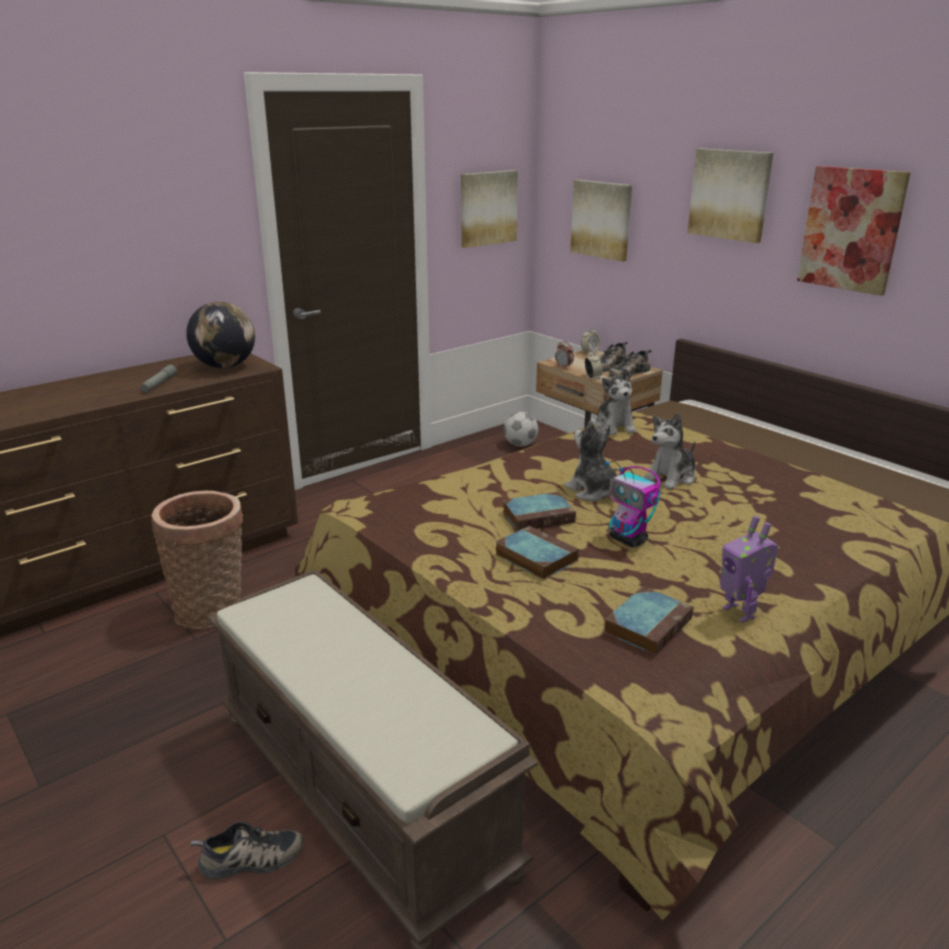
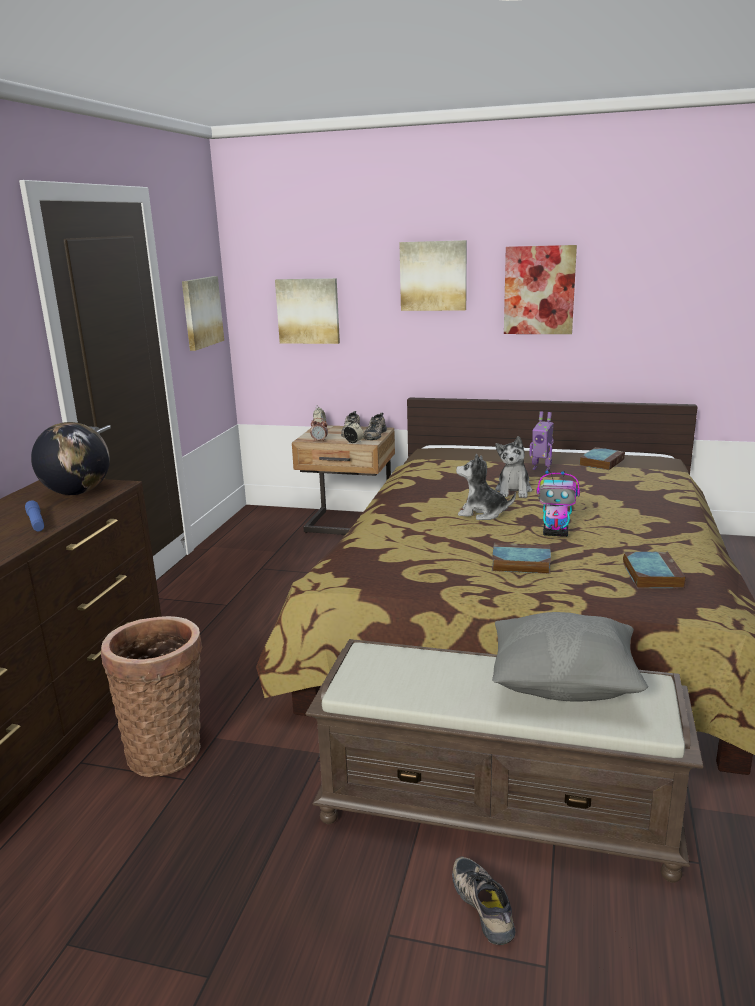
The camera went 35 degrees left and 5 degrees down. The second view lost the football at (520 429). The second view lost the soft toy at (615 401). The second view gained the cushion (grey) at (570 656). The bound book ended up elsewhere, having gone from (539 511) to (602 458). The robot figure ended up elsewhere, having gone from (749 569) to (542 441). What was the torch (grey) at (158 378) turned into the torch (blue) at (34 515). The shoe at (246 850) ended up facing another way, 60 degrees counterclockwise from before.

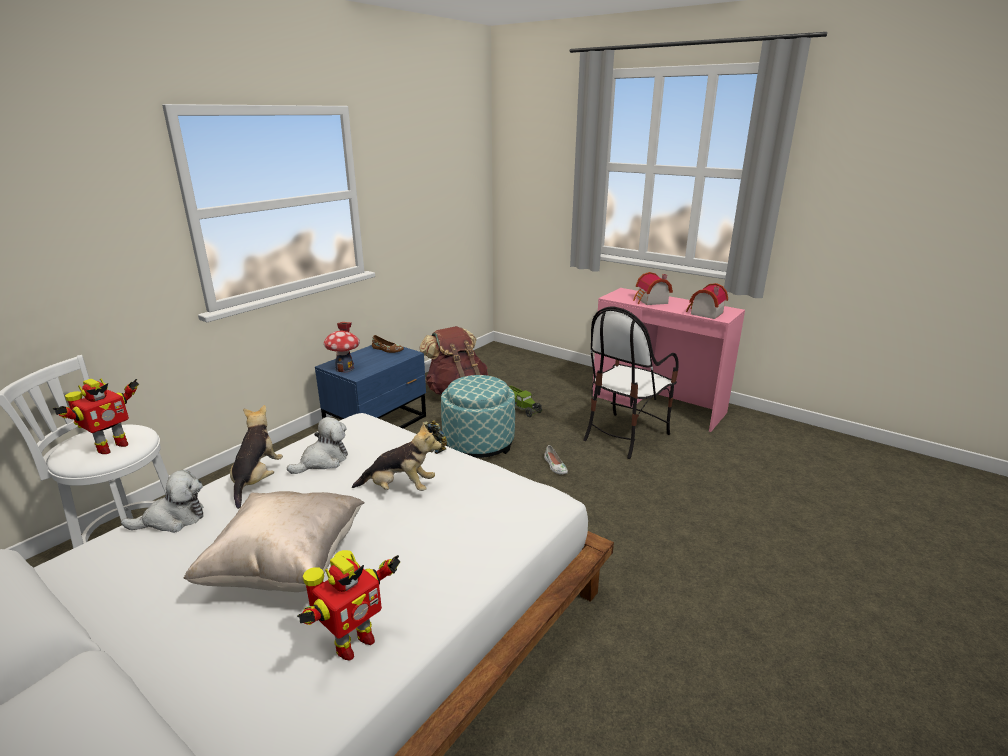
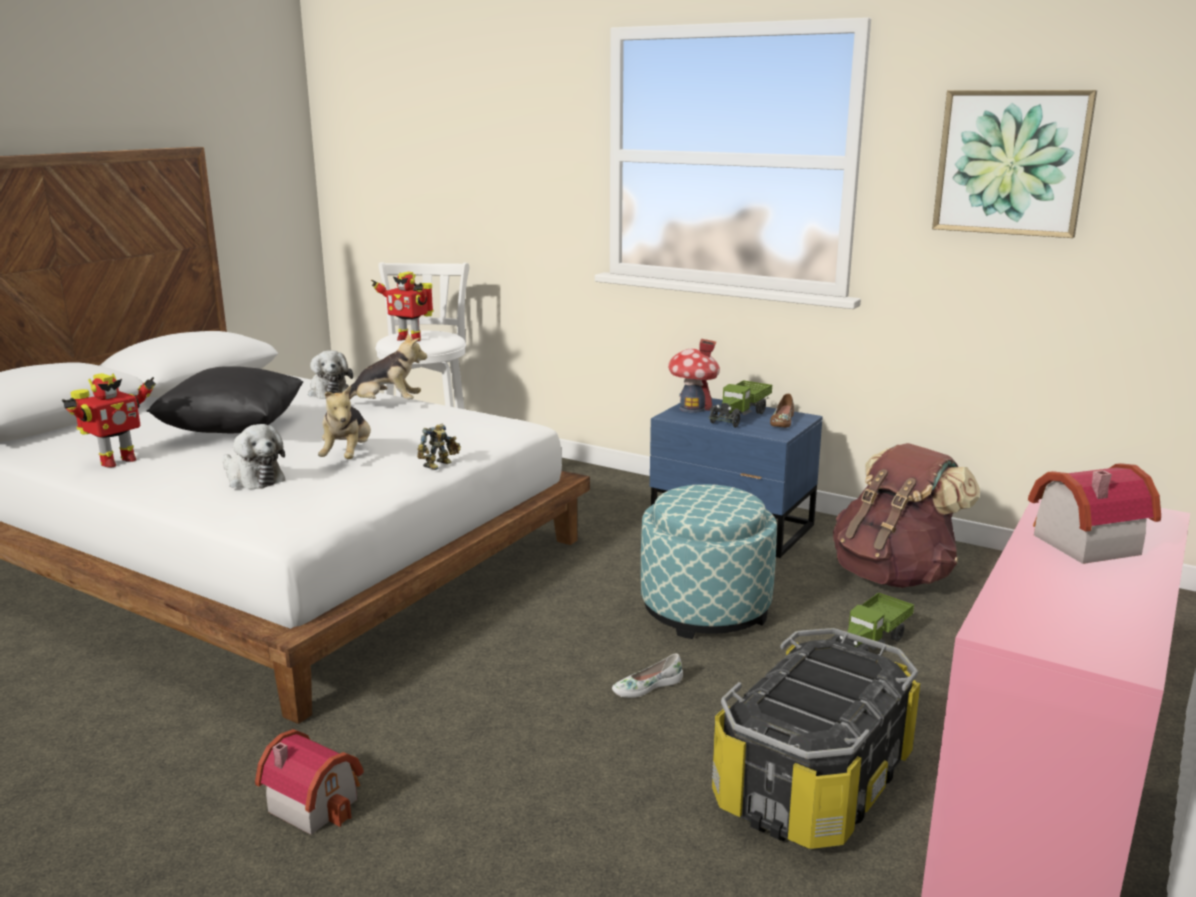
The camera went 85 degrees right and 5 degrees down. The second view gained the model truck at (740 404). The second view gained the wall art at (1014 164). The soft toy ended up elsewhere, having gone from (317 445) to (254 456). The model house ended up elsewhere, having gone from (707 301) to (309 782). Where the upright chair stood at (631 382), the storage box came to stand at (816 738). What was the cushion (beige-coloured) at (274 541) turned into the cushion (black-coloured) at (225 399). The robot figure at (349 605) ended up facing another way, 90 degrees counterclockwise from before.

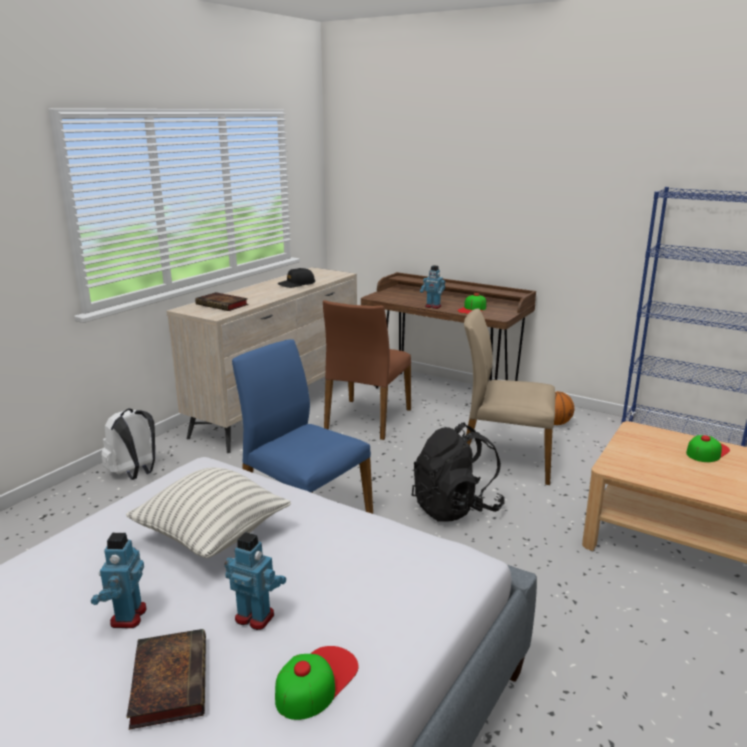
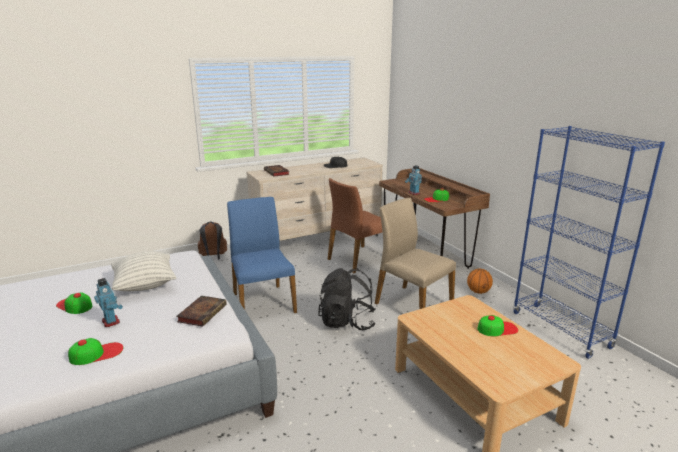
The camera went 30 degrees right and 0 degrees up. The bound book ended up elsewhere, having gone from (166 679) to (201 311). Where the robot figure stood at (119 580), the baseball cap came to stand at (74 303). What was the backpack (white) at (129 444) turned into the backpack (brown-coloured) at (212 240).

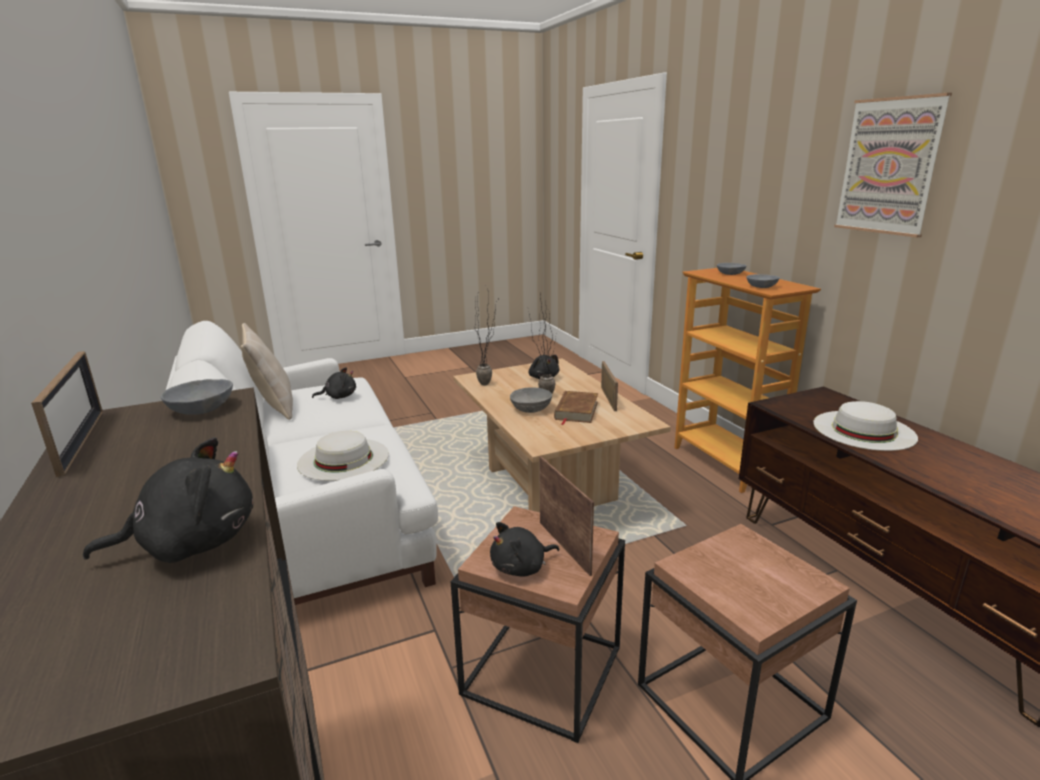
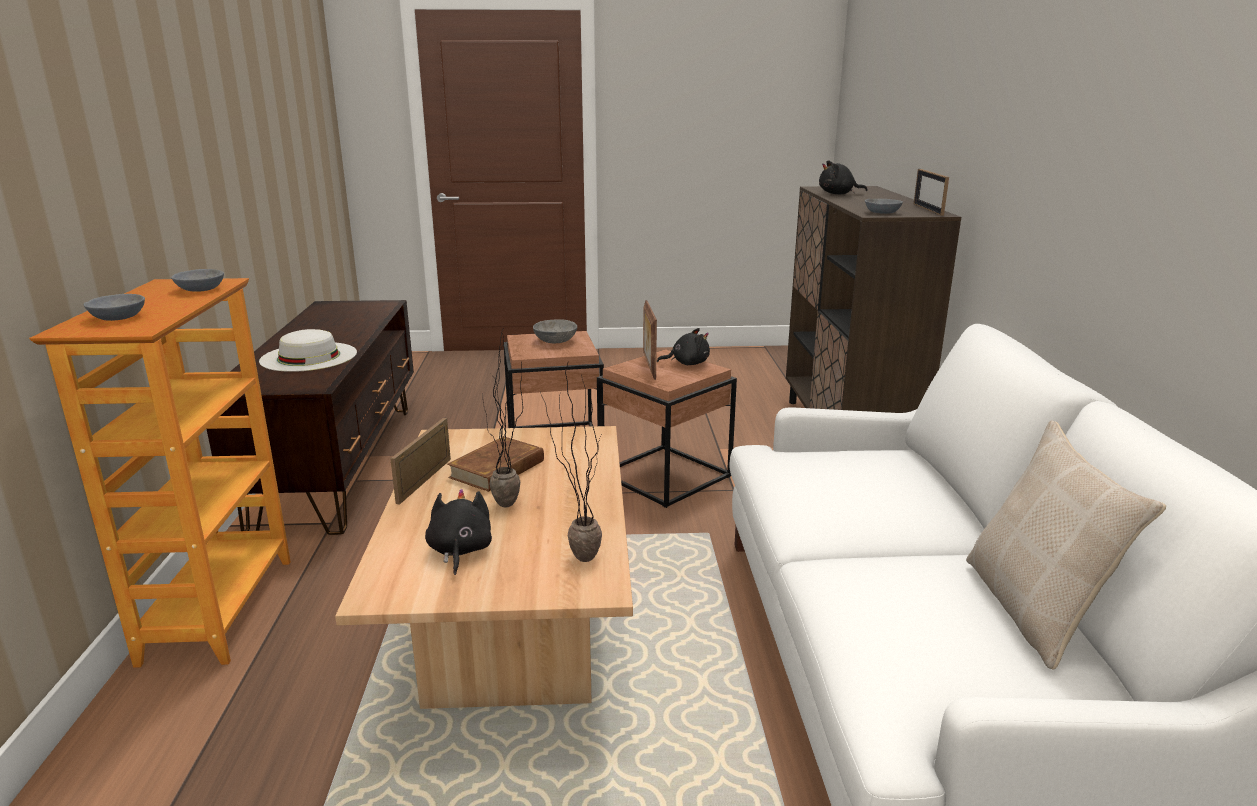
The camera went 160 degrees left and 0 degrees up. The second view lost the wearable hat (white) at (343 456). The second view lost the soft toy (black-coloured) at (334 383). The second view lost the wall art at (893 165). The deep dish (grey) ended up elsewhere, having gone from (531 400) to (555 331).

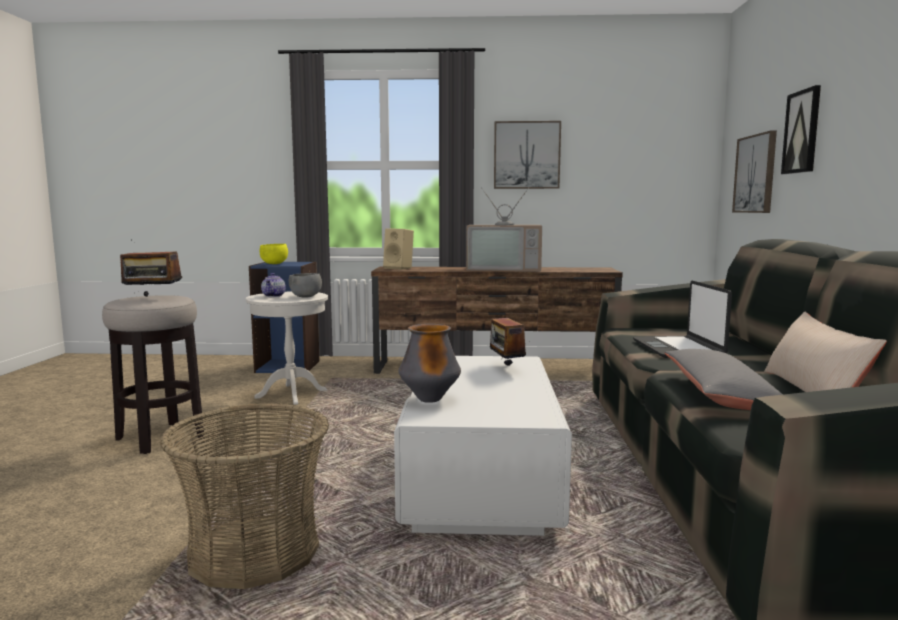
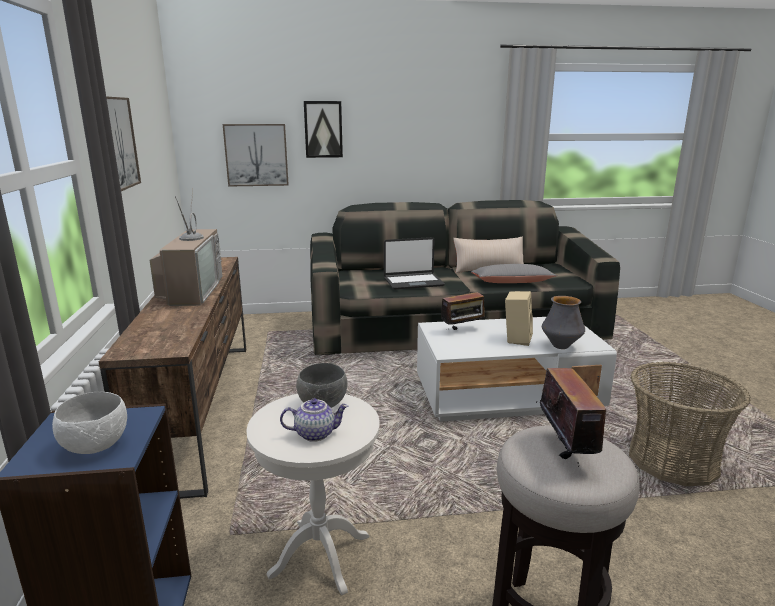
The camera went 100 degrees left and 10 degrees up. The speaker (beige-coloured) ended up elsewhere, having gone from (398 249) to (519 318). What was the deep dish (yellow-coloured) at (274 254) turned into the deep dish (white) at (89 423).

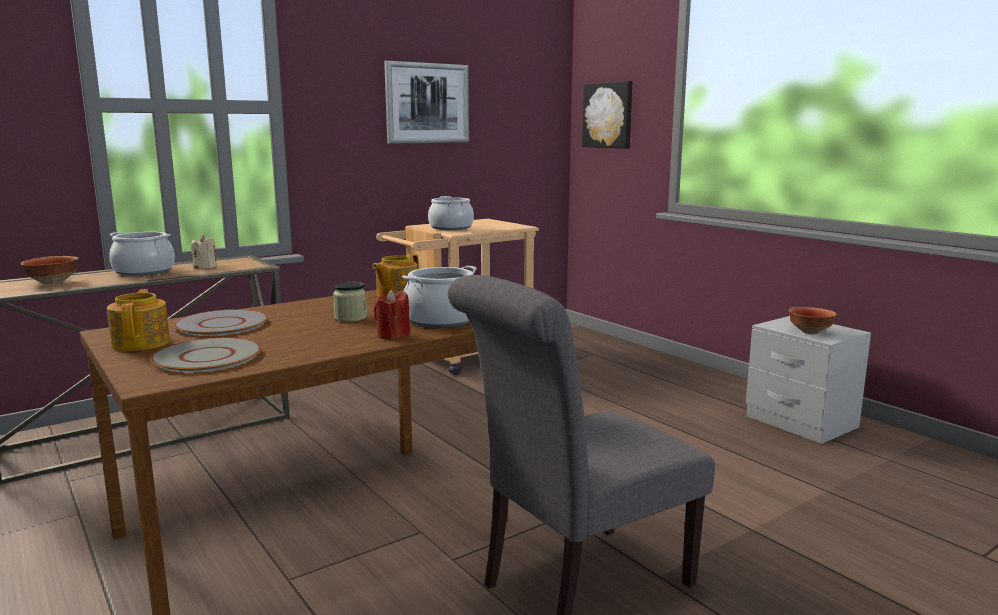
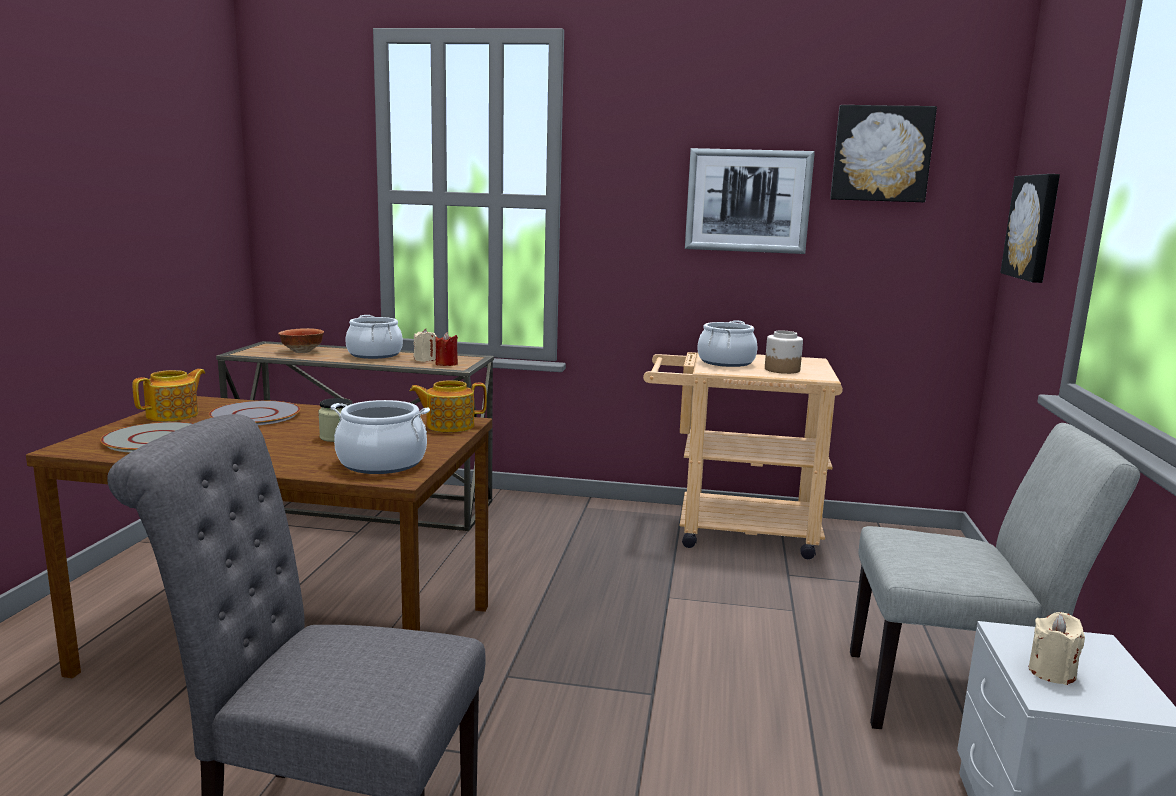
The camera went 45 degrees right and 0 degrees up. The second view gained the storage jar at (784 352). The second view gained the wall art at (883 153). The second view gained the upright chair (grey) at (995 576). The wax light (red) ended up elsewhere, having gone from (392 315) to (446 349). Where the deep dish stood at (813 320), the wax light (beige-coloured) came to stand at (1057 648).

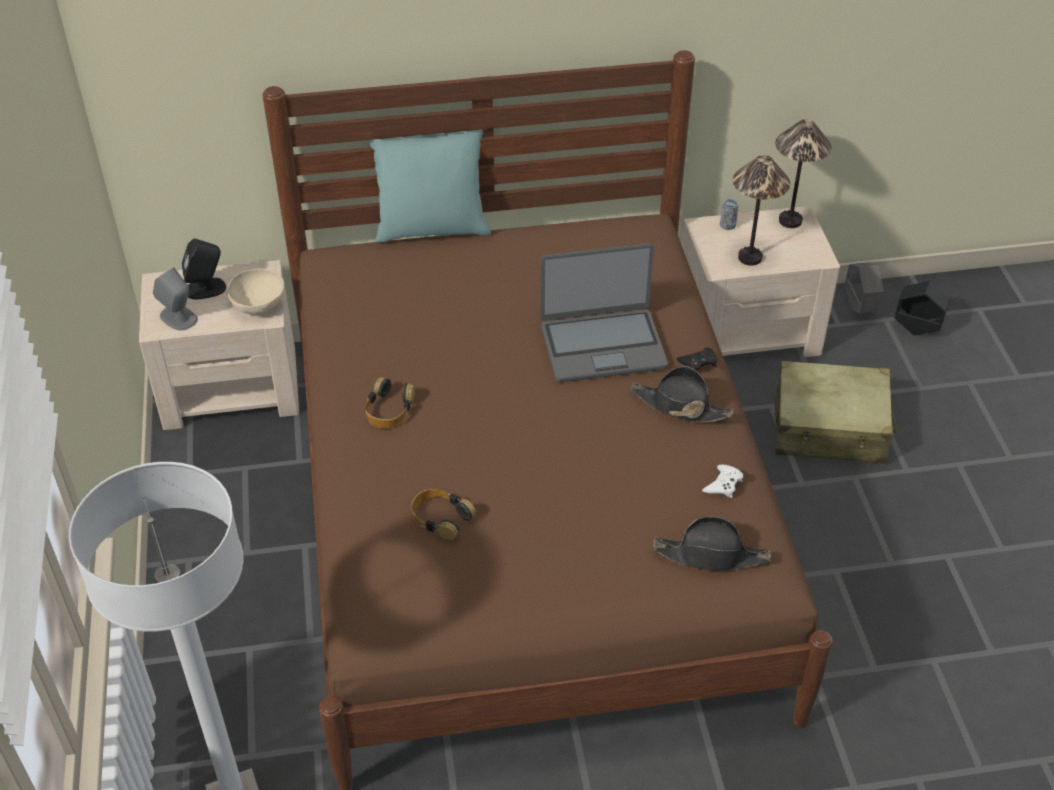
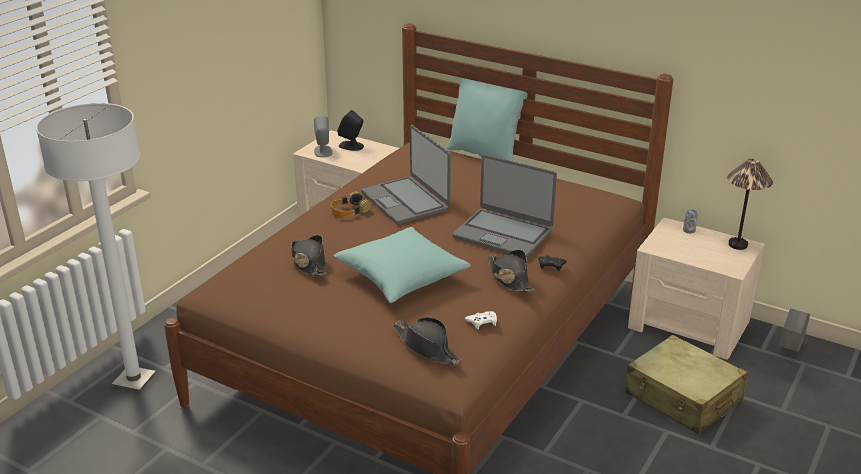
The camera went 40 degrees right and 15 degrees down. The second view lost the deep dish (beige-coloured) at (256 291). The second view lost the table lamp at (761 210). The second view lost the plant pot (black-coloured) at (922 308). The second view gained the cushion (turquoise-coloured) at (402 265). The second view gained the laptop at (406 175). Where the pair of headphones stood at (443 515), the wearable hat (black-coloured) came to stand at (308 255).

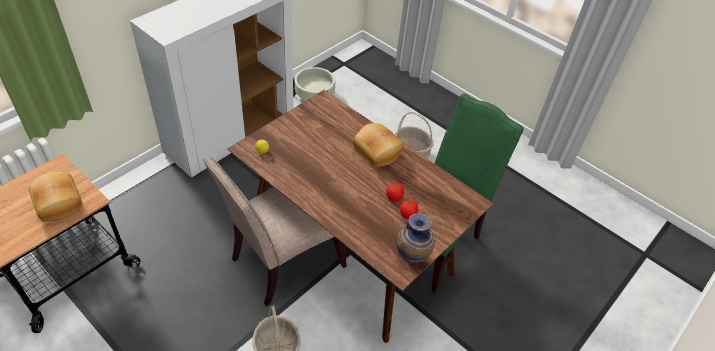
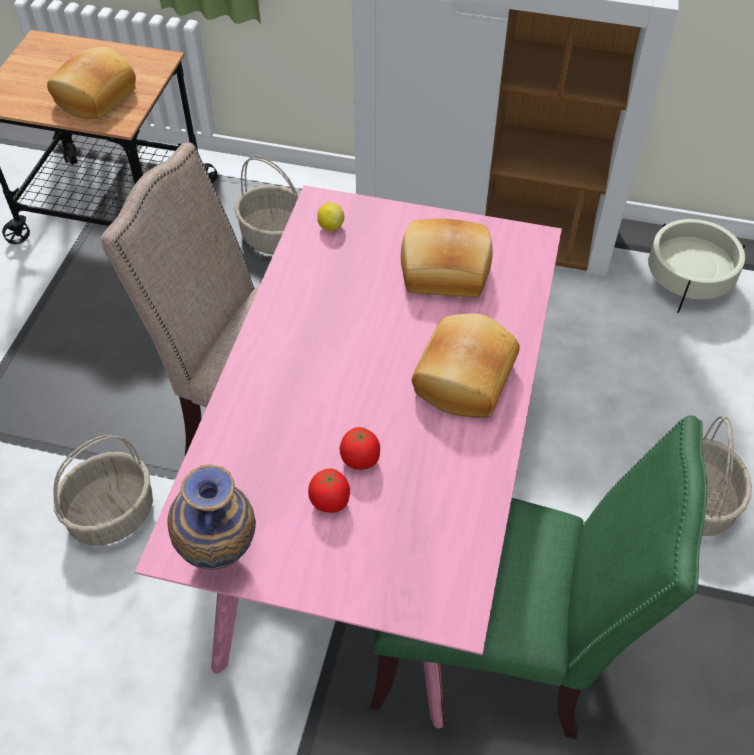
The camera went 65 degrees right and 5 degrees up. The second view gained the basket at (267 205). The second view gained the bakery bread at (446 258). What was the dining table (brown-coloured) at (360 216) turned into the dining table (pink-coloured) at (348 456).

